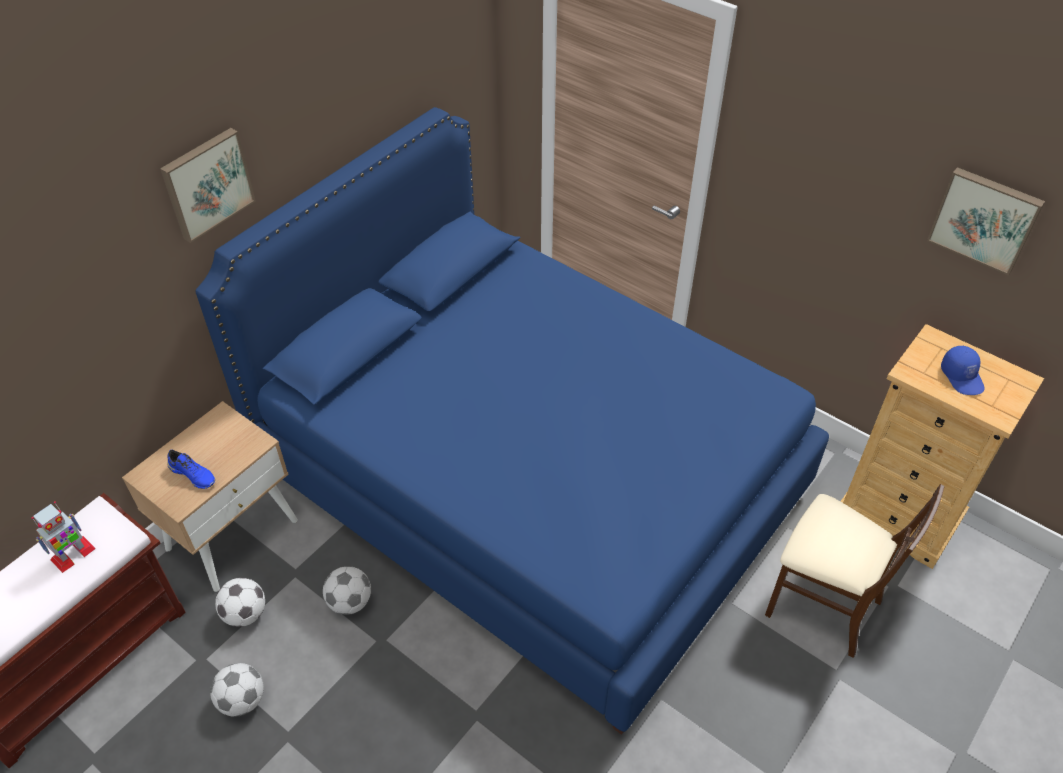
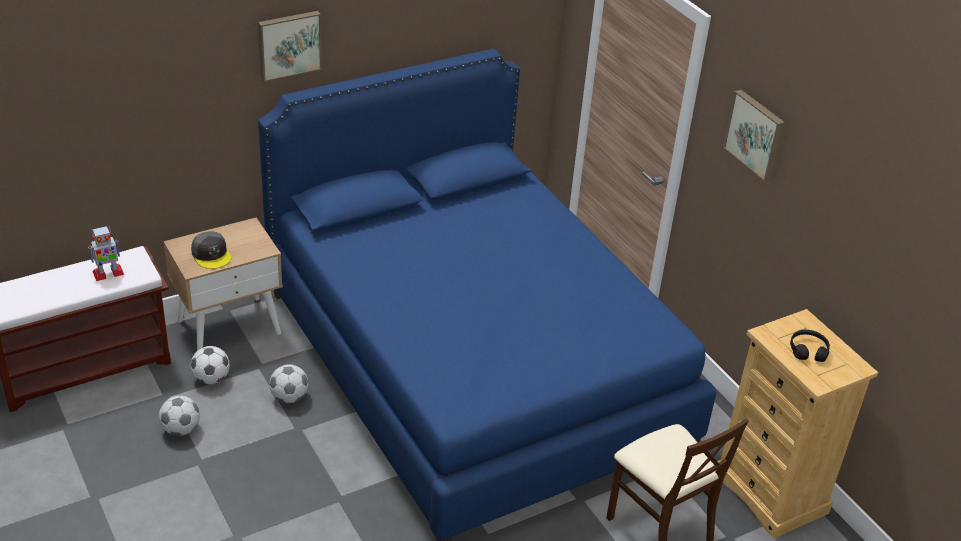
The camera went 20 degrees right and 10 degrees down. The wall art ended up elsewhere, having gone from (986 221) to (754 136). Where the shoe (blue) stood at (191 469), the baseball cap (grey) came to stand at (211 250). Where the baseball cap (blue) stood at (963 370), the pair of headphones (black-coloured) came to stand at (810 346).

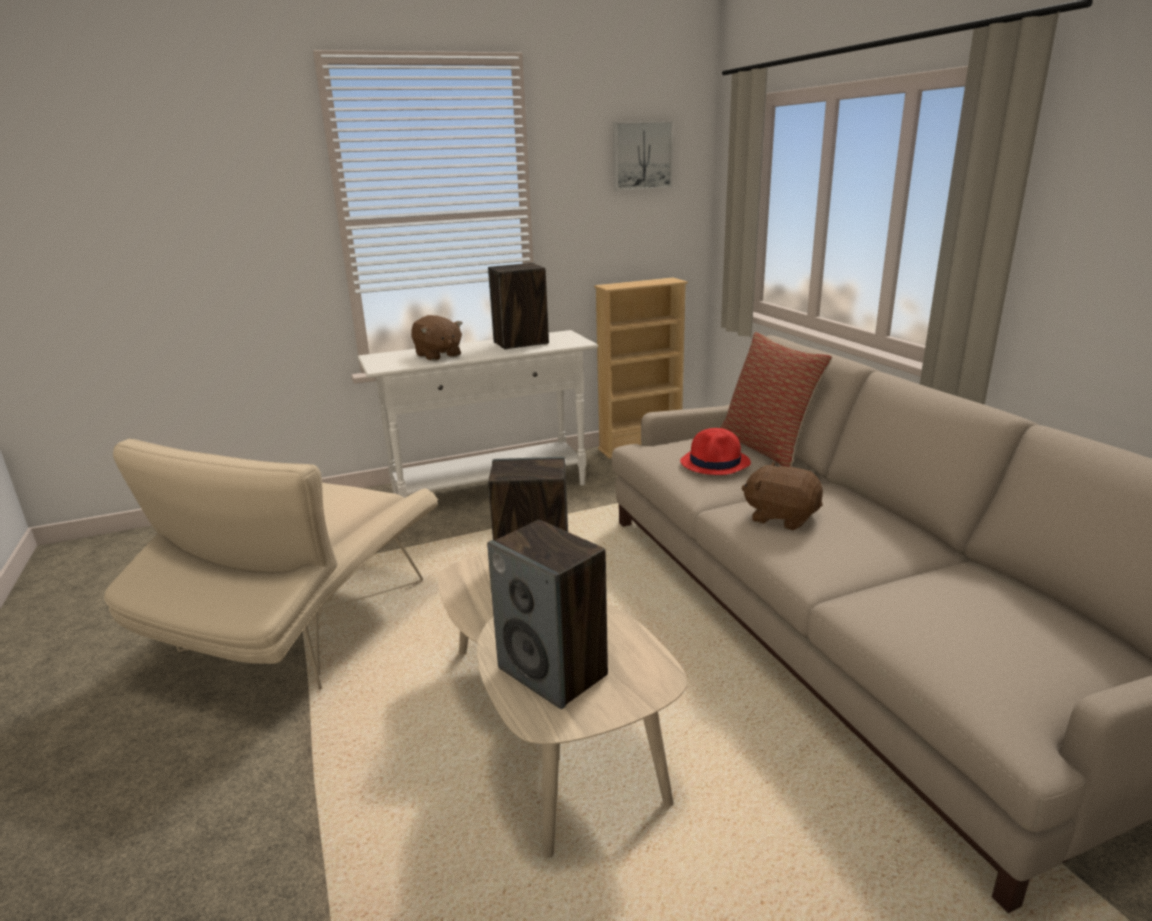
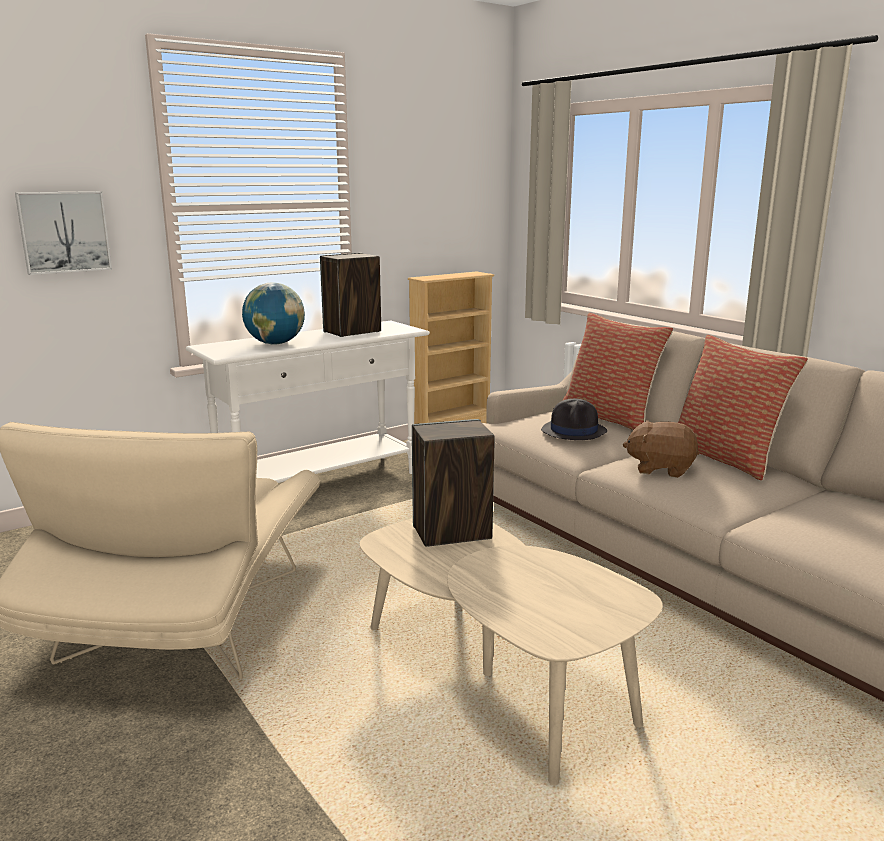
The camera went 15 degrees left and 5 degrees down. The second view lost the speaker at (547 614). The second view gained the cushion at (743 408). The wall art ended up elsewhere, having gone from (643 155) to (63 233). Where the soft toy (brown-coloured) stood at (437 338), the globe came to stand at (273 314). What was the wearable hat (red) at (715 451) turned into the wearable hat (black-coloured) at (574 419).

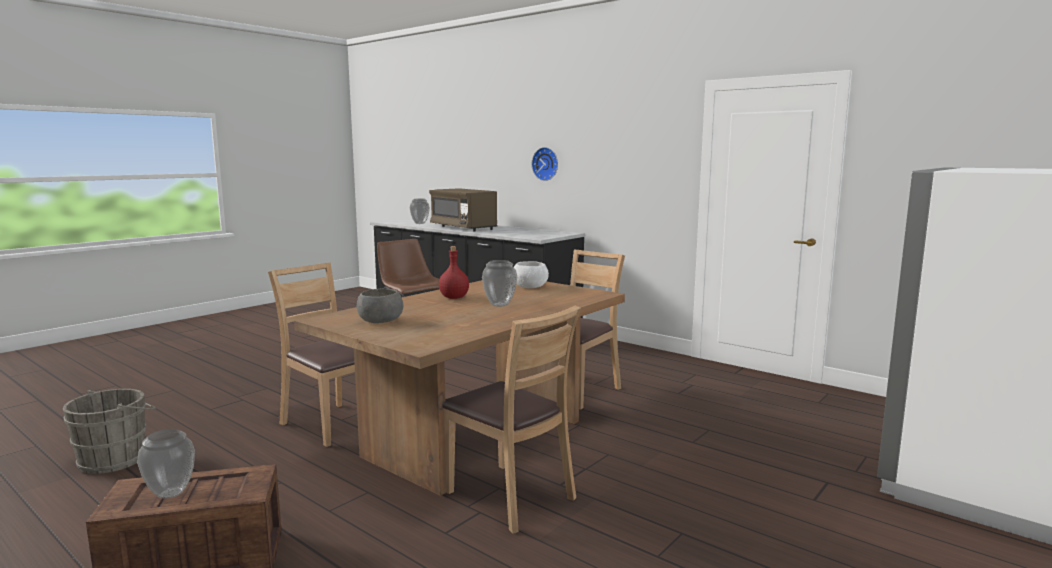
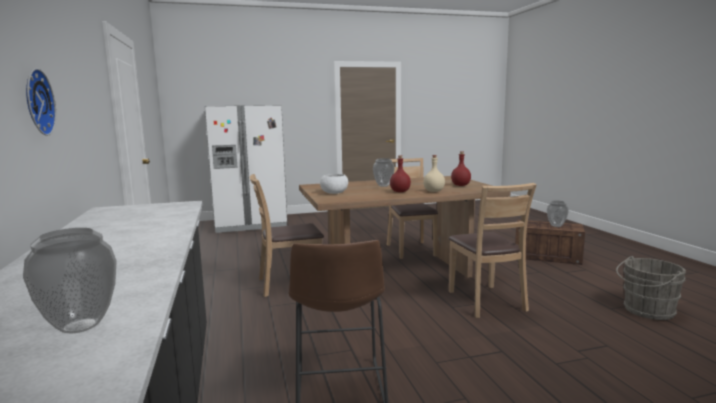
The camera went 145 degrees left and 0 degrees up. The second view lost the microwave oven (brown-coloured) at (463 209). The second view gained the bottle (beige-coloured) at (434 173). Where the deep dish (grey) stood at (380 306), the bottle (red) came to stand at (461 168).

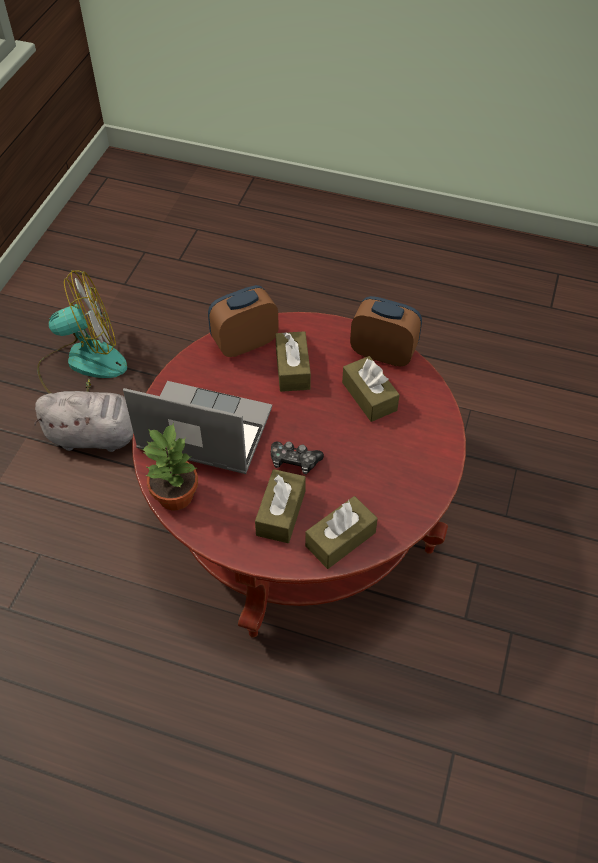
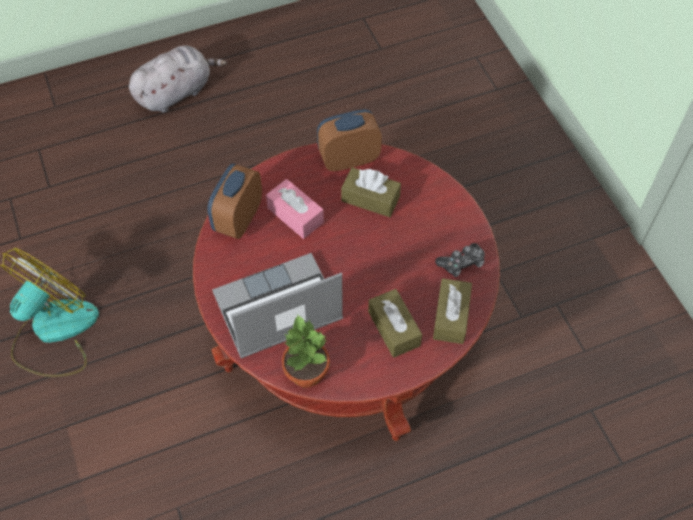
The camera went 40 degrees left and 5 degrees up. The soft toy (grey) ended up elsewhere, having gone from (83 421) to (178 79). The joypad ended up elsewhere, having gone from (297 458) to (460 260). What was the tissue holder (brown-coloured) at (293 361) turned into the tissue holder (pink-coloured) at (295 209).

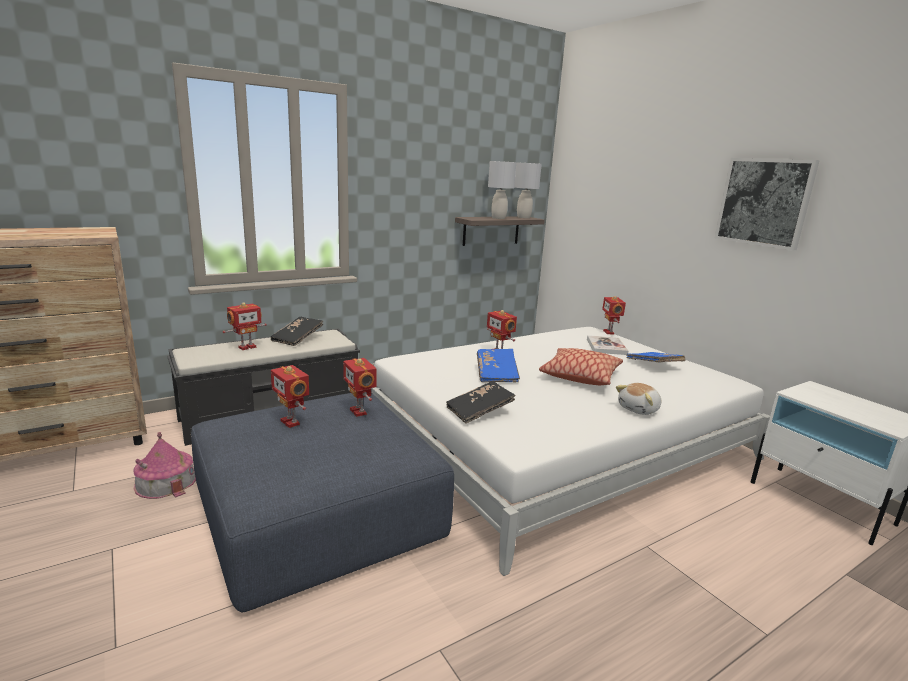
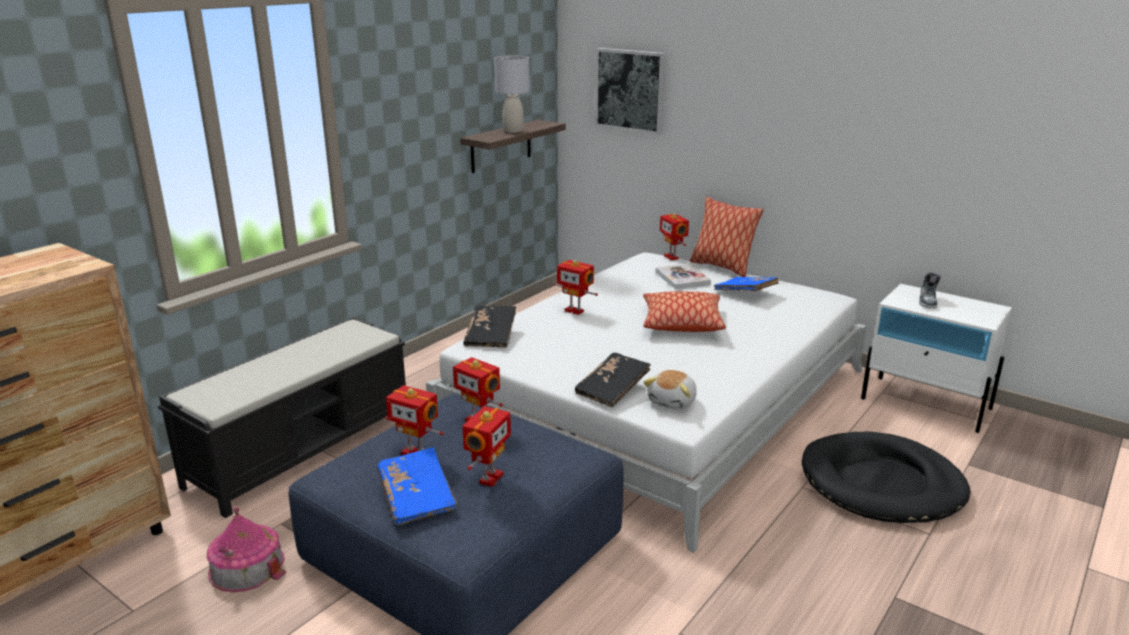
The camera went 20 degrees left and 5 degrees up. The second view lost the table lamp (grey) at (528 190). The second view gained the cushion at (726 237). The second view gained the dog bed (black-coloured) at (886 477). The second view gained the shoe at (930 290). The robot figure ended up elsewhere, having gone from (245 326) to (486 446). The bound book (black-coloured) ended up elsewhere, having gone from (297 331) to (489 327). The bound book (blue) ended up elsewhere, having gone from (498 366) to (417 486). The soft toy ended up elsewhere, having gone from (638 399) to (670 390). The wall art ended up elsewhere, having gone from (767 204) to (630 91).

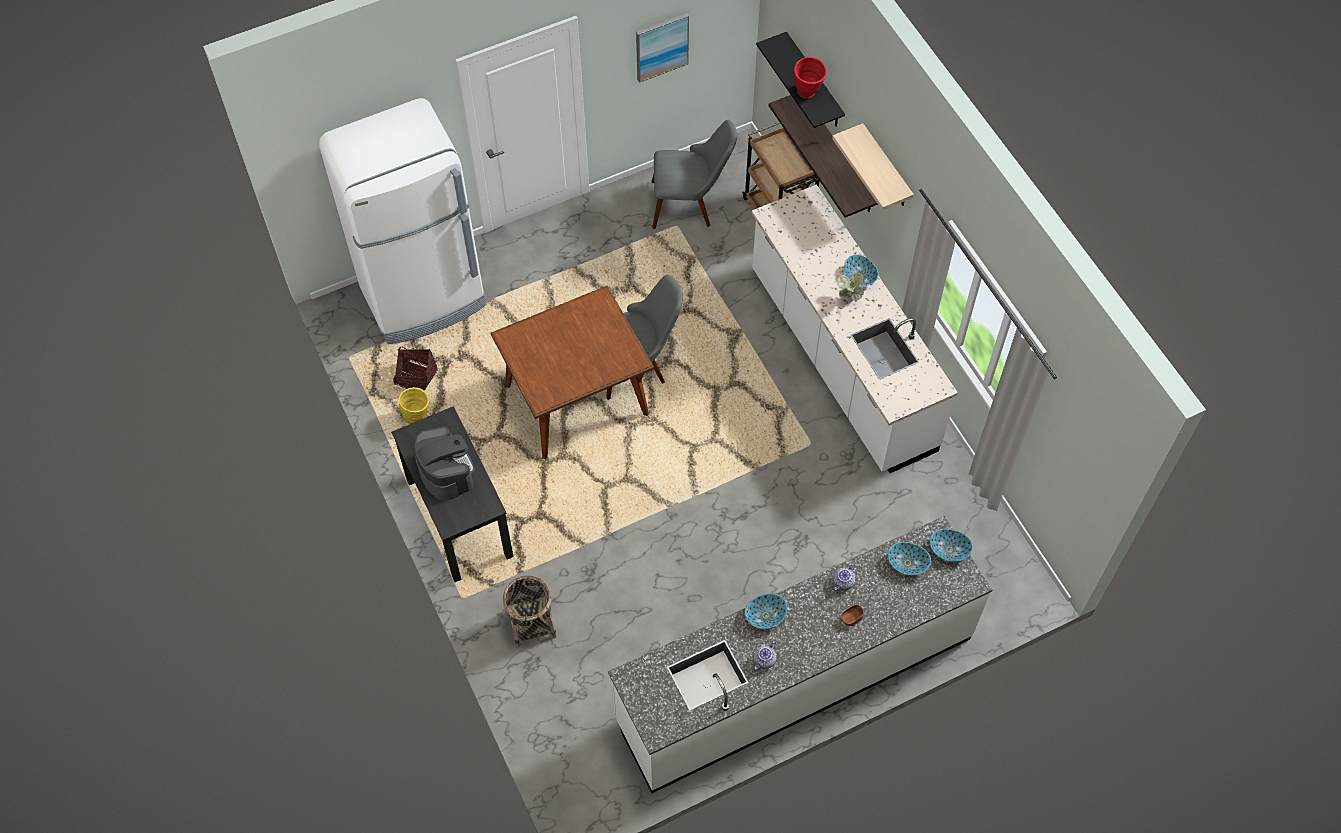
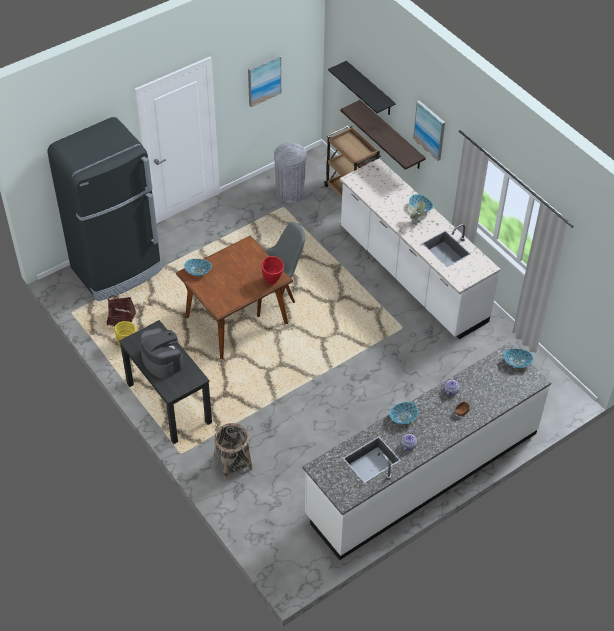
The camera went 10 degrees left and 10 degrees down. The decorative vase (red) ended up elsewhere, having gone from (810 78) to (272 270). The deep dish ended up elsewhere, having gone from (909 558) to (198 267). Where the upright chair (grey) stood at (694 174), the trash can (grey) came to stand at (290 173). Where the wall shelf hung at (873 166), the wall art came to hang at (429 130). What was the refrigerator (white) at (403 221) turned into the refrigerator (black-coloured) at (105 209).

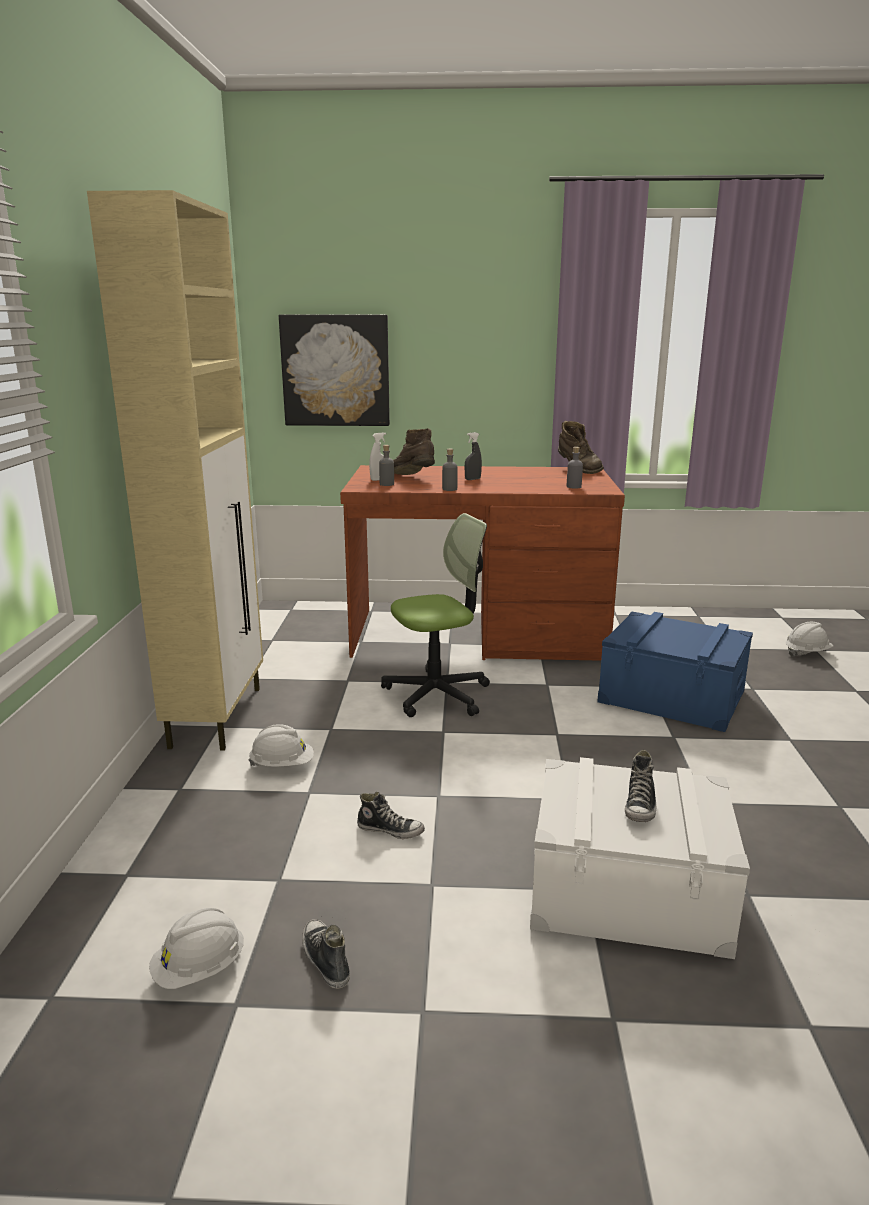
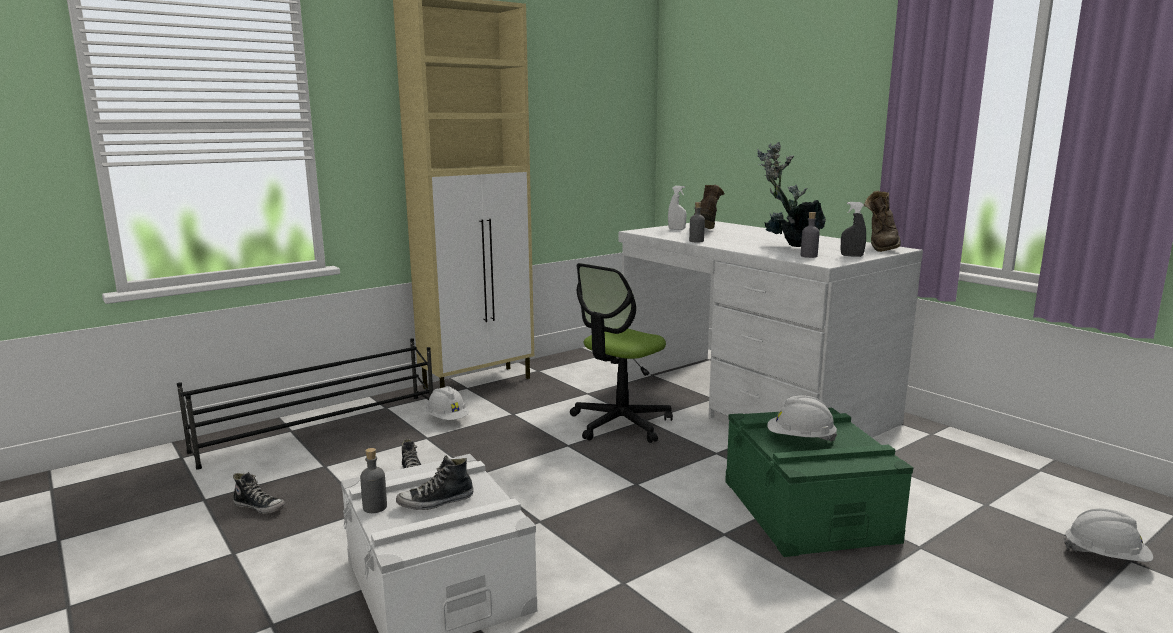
The camera went 50 degrees right and 5 degrees down. The second view lost the wall art at (334 370). The second view gained the shoe stand (black-coloured) at (305 404). The second view gained the potted plant at (791 194). The hard hat (white) ended up elsewhere, having gone from (196 948) to (802 418). The bottle (grey) ended up elsewhere, having gone from (386 465) to (373 480). The spray bottle (grey) ended up elsewhere, having gone from (473 456) to (853 229). What was the desk table (brown-coloured) at (482 563) turned into the desk table (white) at (771 329). What was the storage box (blue) at (675 672) turned into the storage box (greenish) at (819 482). The shoe at (326 954) ended up facing another way, 90 degrees clockwise from before. The desk chair at (435 615) ended up facing another way, 105 degrees clockwise from before.

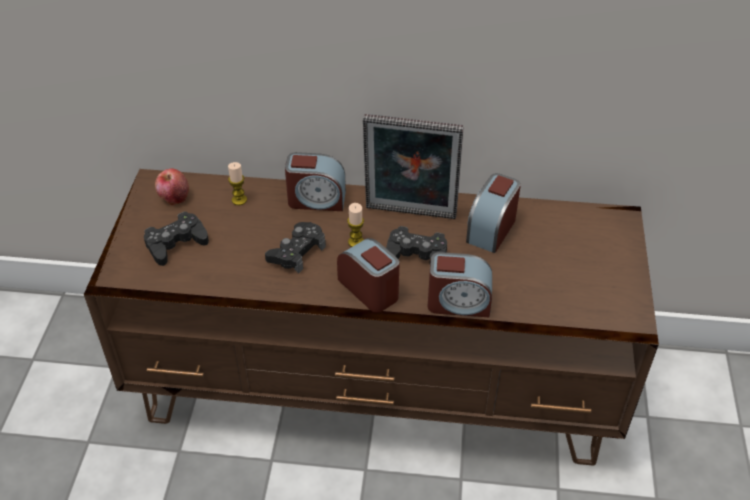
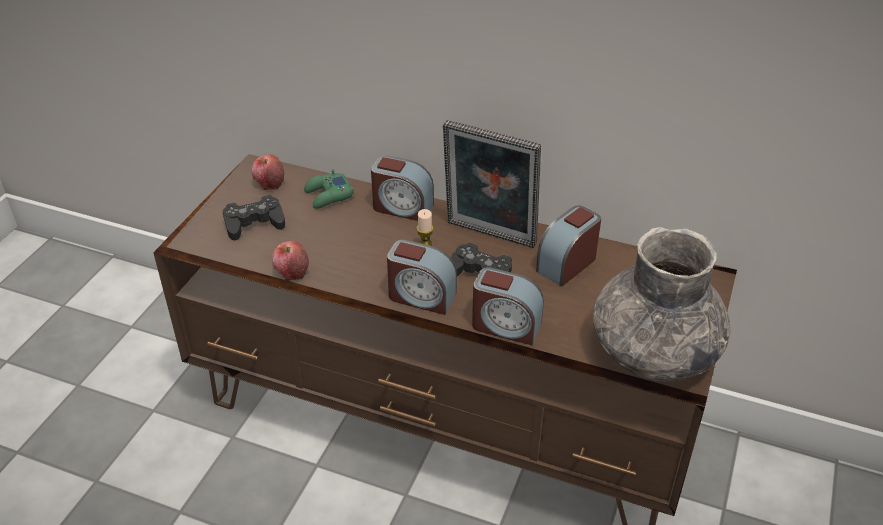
The camera went 15 degrees right and 5 degrees down. The second view lost the joypad (black-coloured) at (295 248). The second view gained the apple at (290 261). The second view gained the decorative vase (grey) at (662 304). Where the wax light stood at (237 183), the joypad (greenish) came to stand at (329 189). The alarm clock at (368 275) ended up facing another way, 135 degrees clockwise from before.

